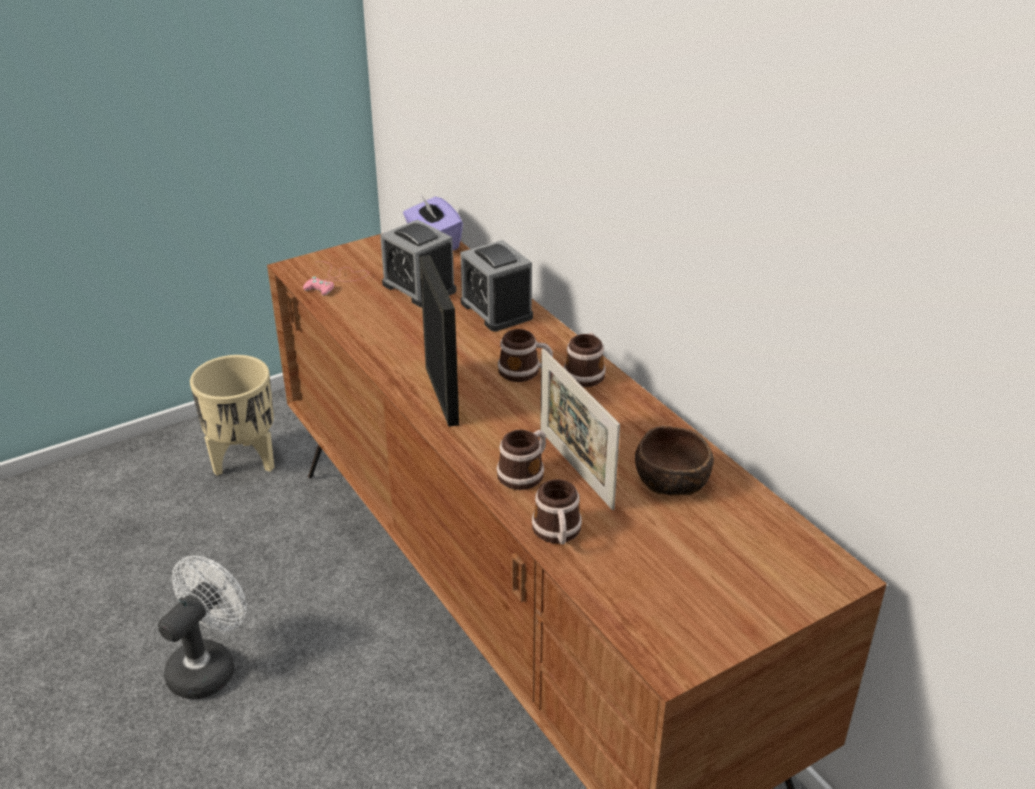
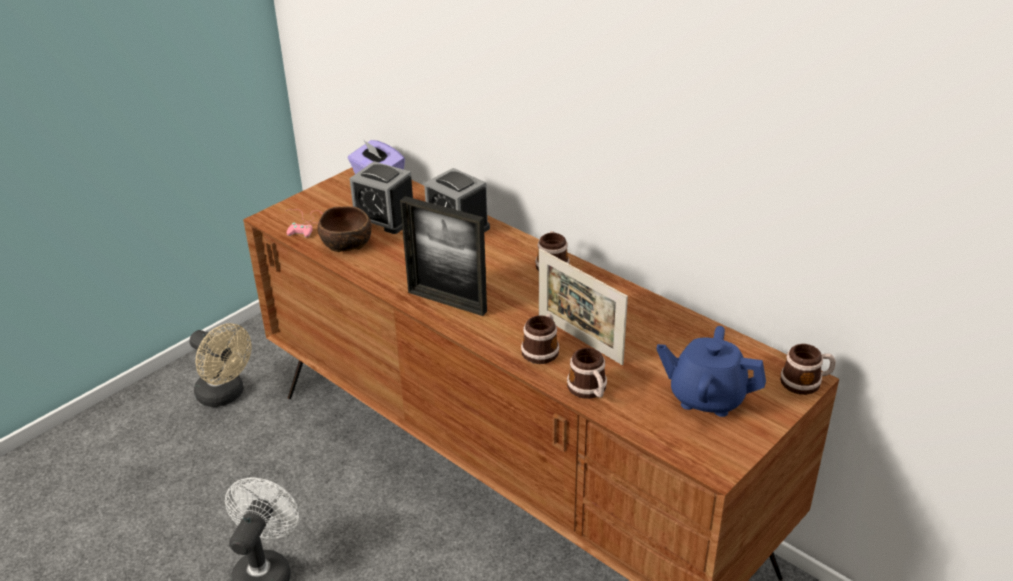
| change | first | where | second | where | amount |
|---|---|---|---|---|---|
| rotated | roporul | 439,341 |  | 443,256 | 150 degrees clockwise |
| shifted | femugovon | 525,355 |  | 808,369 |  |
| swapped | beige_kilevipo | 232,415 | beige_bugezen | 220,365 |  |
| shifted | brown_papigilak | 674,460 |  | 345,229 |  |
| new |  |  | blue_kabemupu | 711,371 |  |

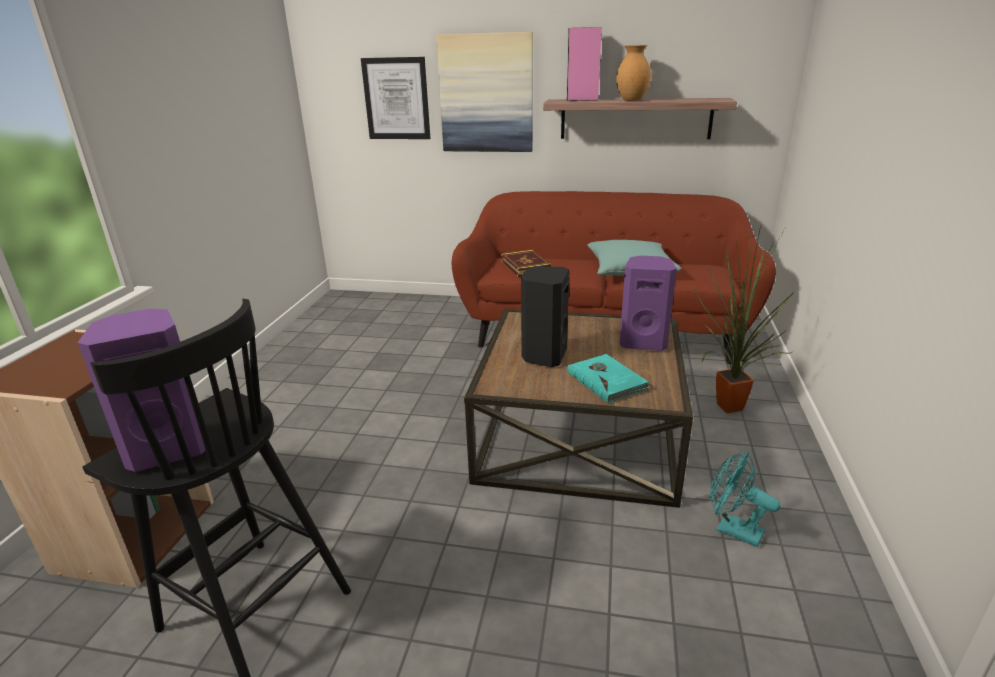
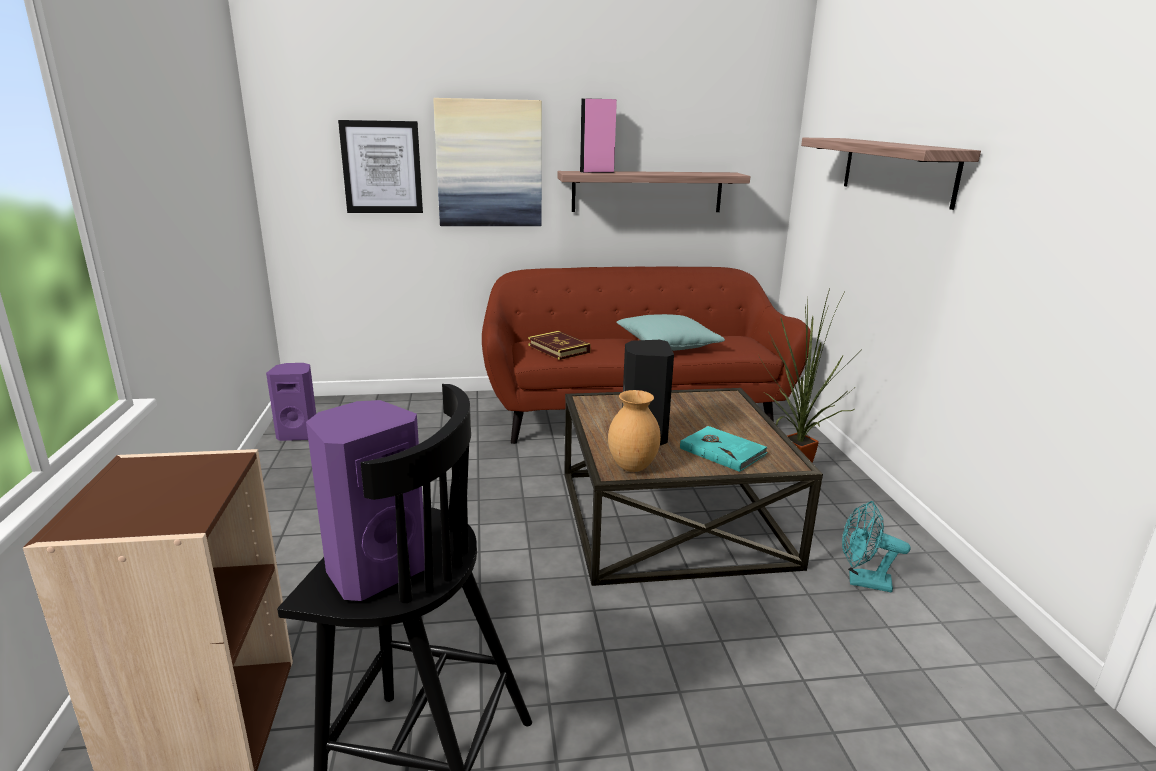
| change | first | where | second | where | amount |
|---|---|---|---|---|---|
| shifted | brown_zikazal | 633,73 |  | 634,431 |  |
| shifted | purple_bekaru | 648,303 |  | 291,402 |  |
| new |  |  | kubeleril | 891,174 |  |

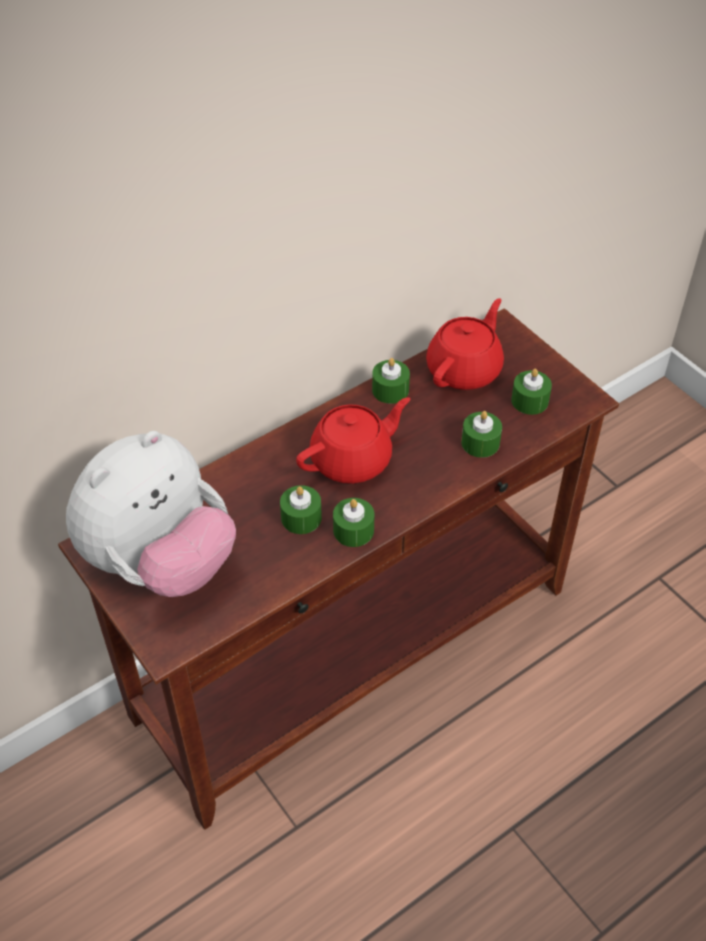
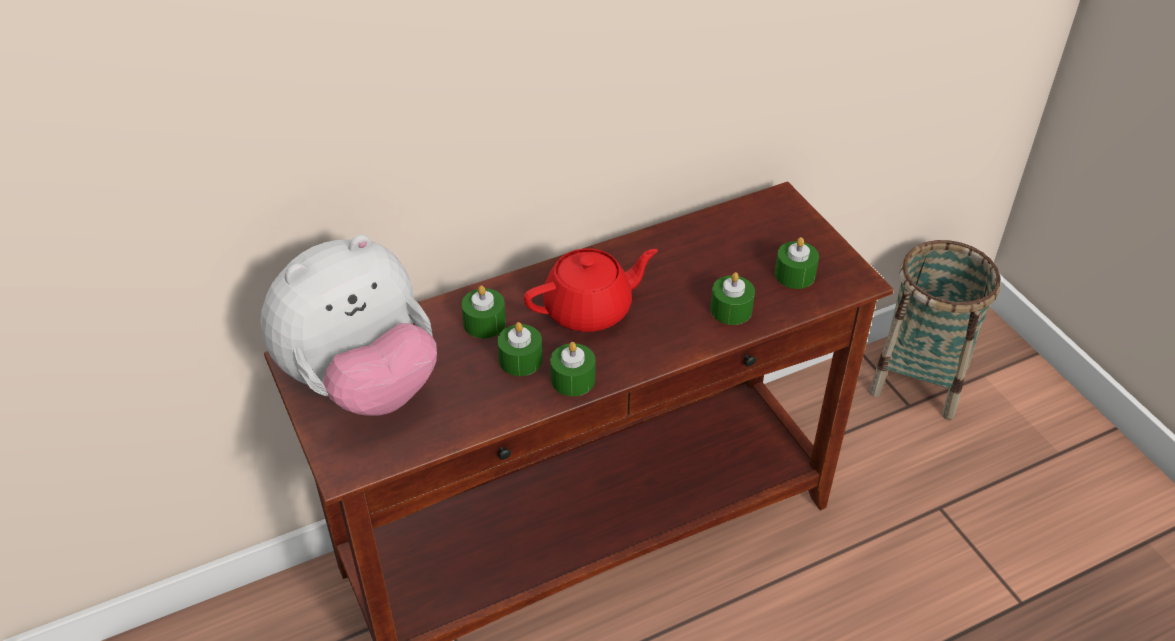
| change | first | where | second | where | amount |
|---|---|---|---|---|---|
| gone | red_kabemupu | 465,344 |  |  |  |
| shifted | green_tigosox | 391,381 |  | 483,311 |  |
| new |  |  | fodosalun | 935,330 |  |

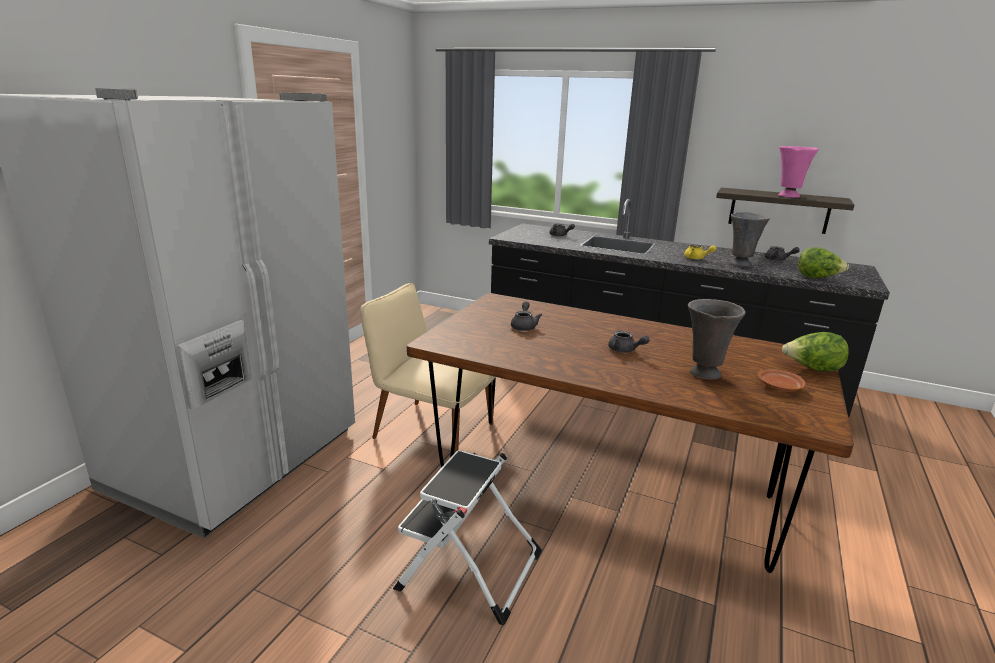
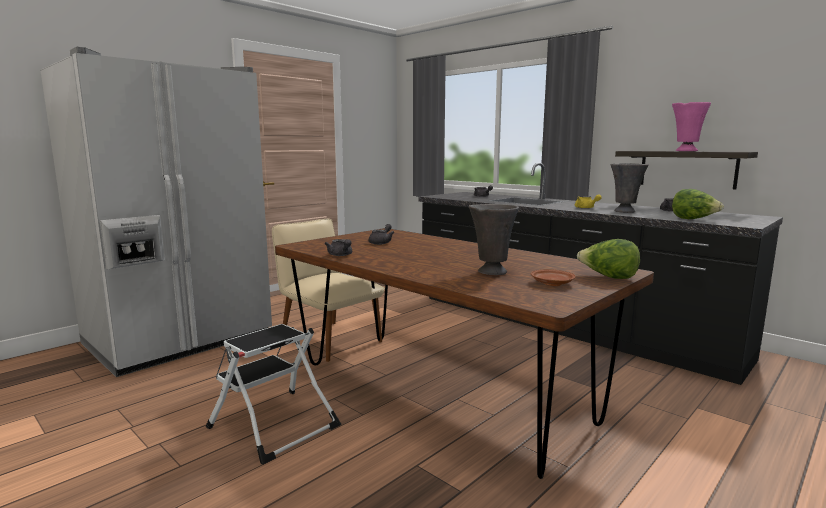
| change | first | where | second | where | amount |
|---|---|---|---|---|---|
| shifted | grey_kabemupu | 629,342 |  | 338,247 |  |

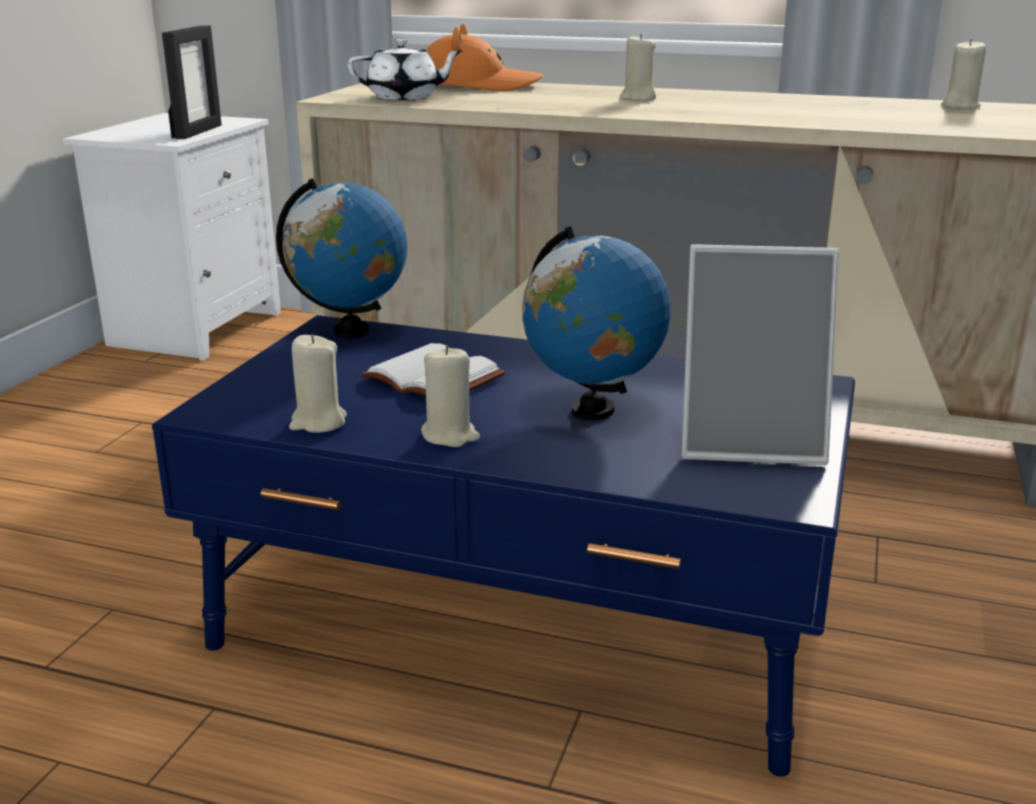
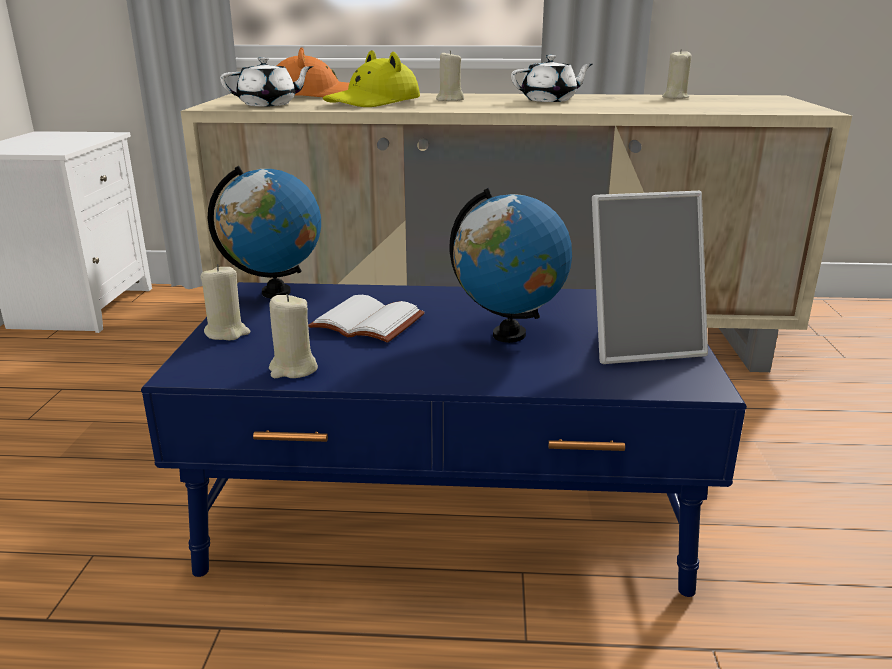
| change | first | where | second | where | amount |
|---|---|---|---|---|---|
| gone | roporul | 192,82 |  |  |  |
| shifted | beige_tigosox | 450,396 |  | 225,302 |  |
| new |  |  | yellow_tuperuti | 371,78 |  |
| new |  |  | white_kabemupu | 552,78 |  |

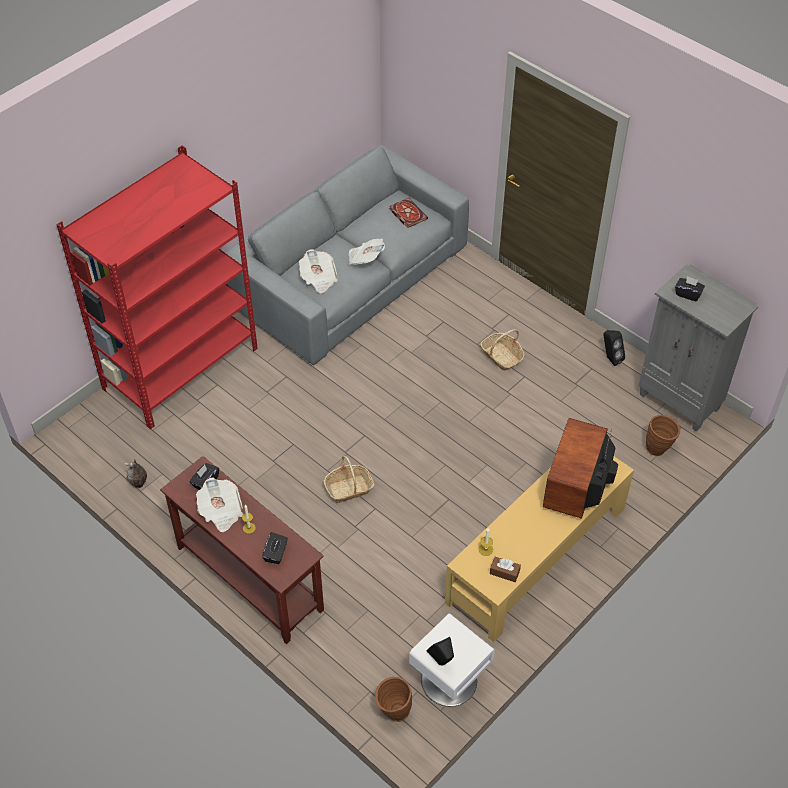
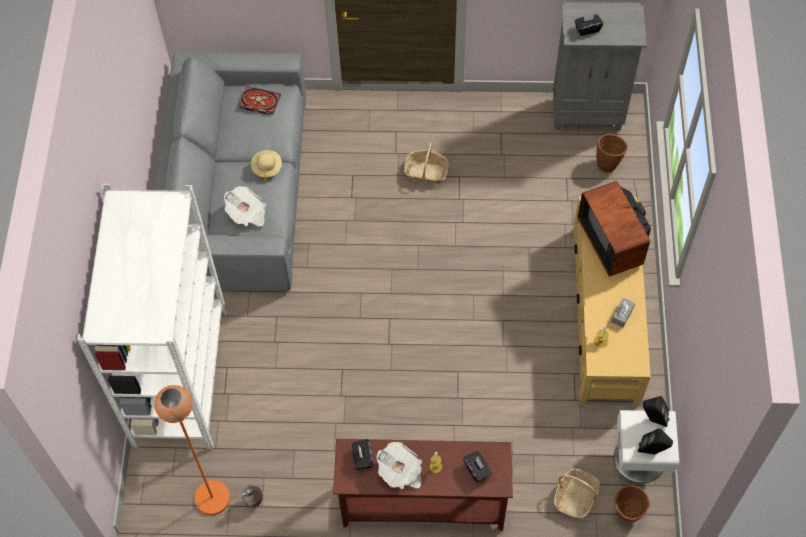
| change | first | where | second | where | amount |
|---|---|---|---|---|---|
| repainted | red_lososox | 157,287 | white_lososox | 152,316 |  |
| swapped | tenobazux | 367,252 | beige_tuperuti | 266,165 |  |
| shifted | black_bekaru | 614,348 |  | 656,411 |  |
| shifted | fodosalun | 349,479 |  | 577,493 |  |
| gone | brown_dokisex | 505,569 |  |  |  |
| new |  |  | grey_dokisex | 623,312 |  |
| new |  |  | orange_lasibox | 192,450 |  |

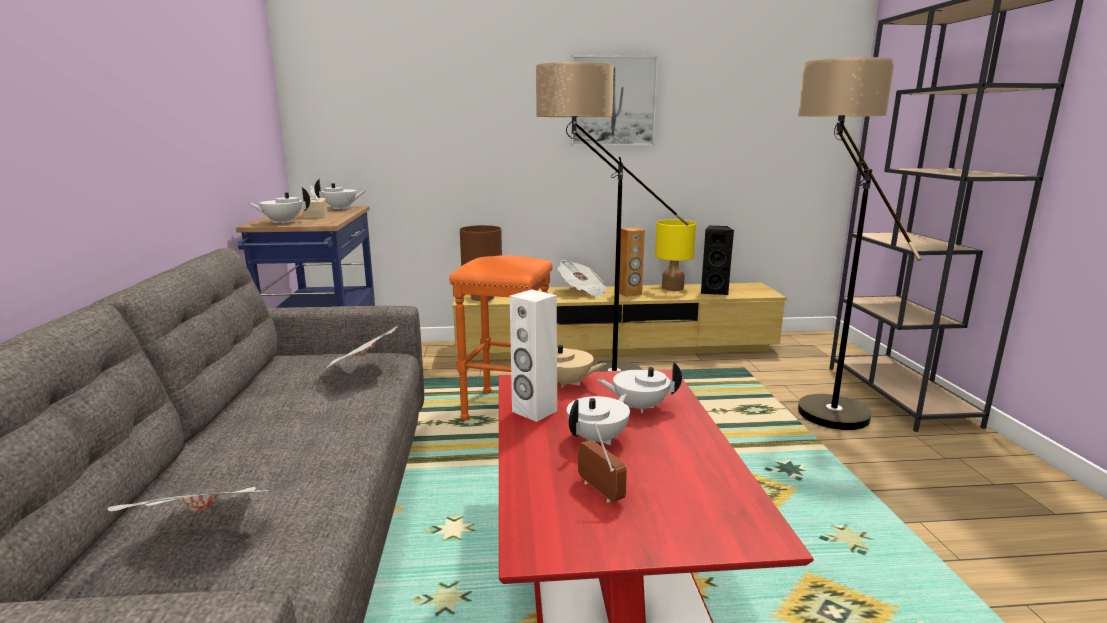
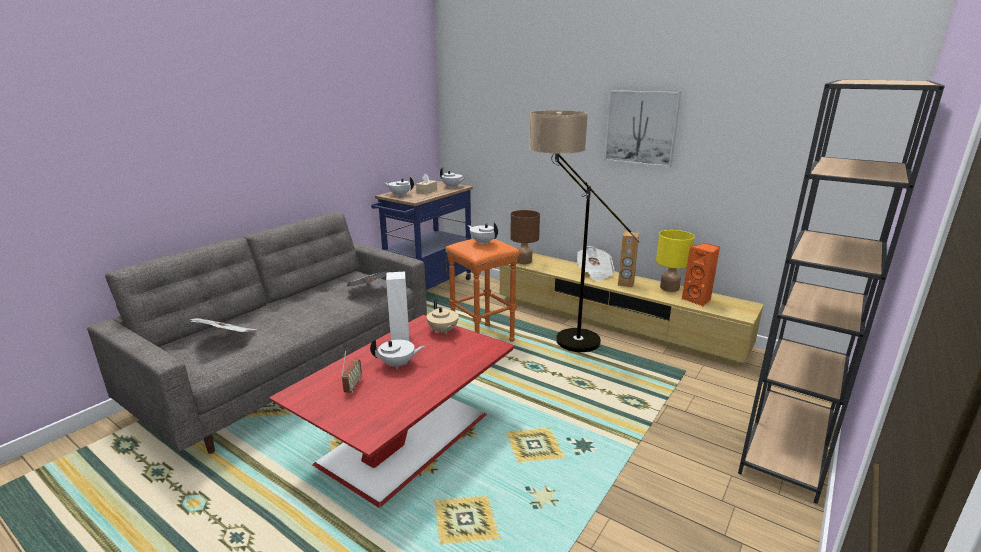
| change | first | where | second | where | amount |
|---|---|---|---|---|---|
| gone | lasibox | 859,243 |  |  |  |
| repainted | black_bekaru | 717,260 | orange_bekaru | 701,275 |  |
| shifted | white_kabemupu | 639,387 |  | 483,233 |  |

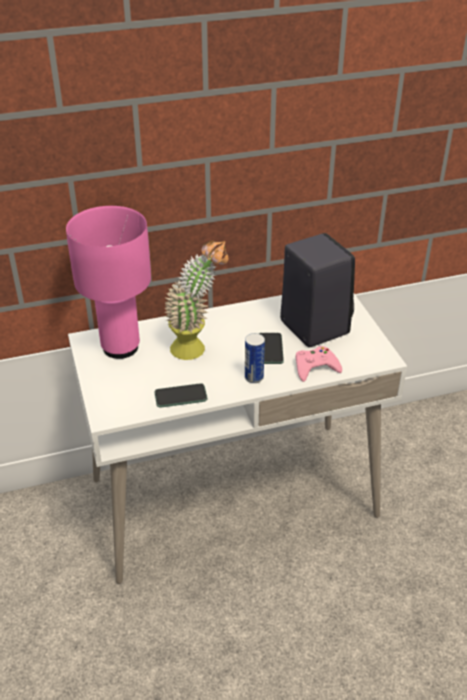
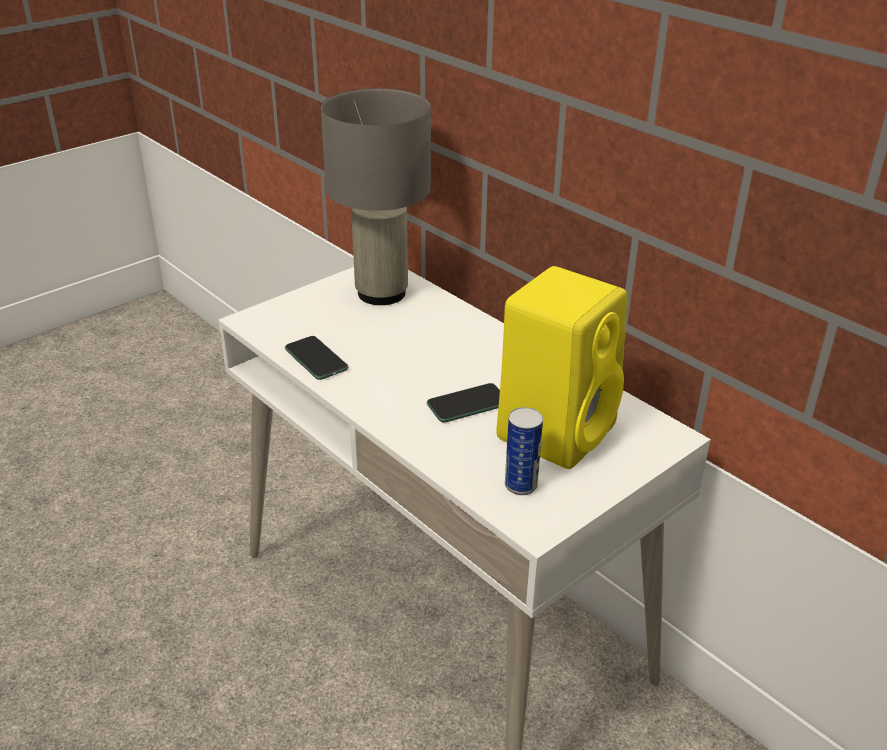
| change | first | where | second | where | amount |
|---|---|---|---|---|---|
| repainted | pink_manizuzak | 108,282 | grey_manizuzak | 376,196 |  |
| repainted | black_bekaru | 317,290 | yellow_bekaru | 561,367 |  |
| gone | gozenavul | 196,300 |  |  |  |
| shifted | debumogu | 255,358 |  | 524,451 |  |
| gone | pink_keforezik | 319,364 |  |  |  |

